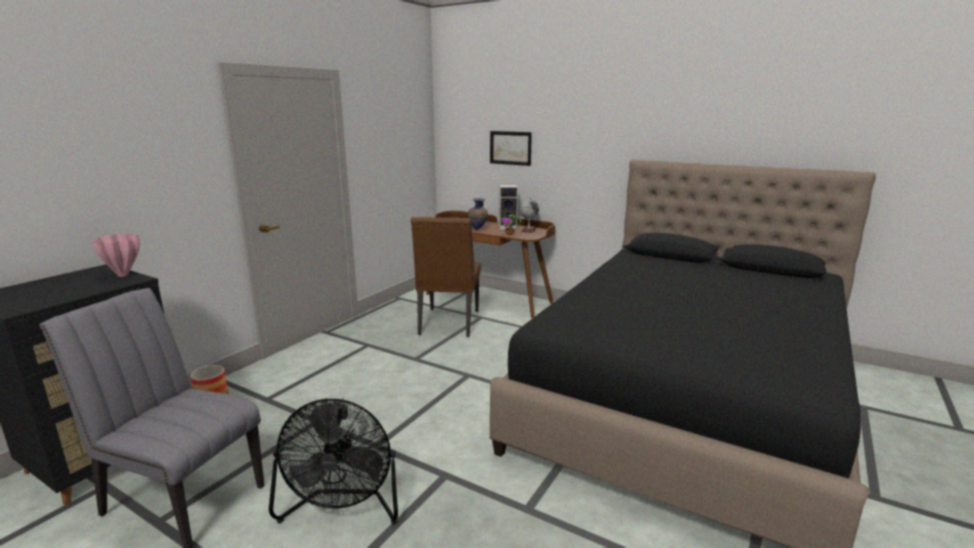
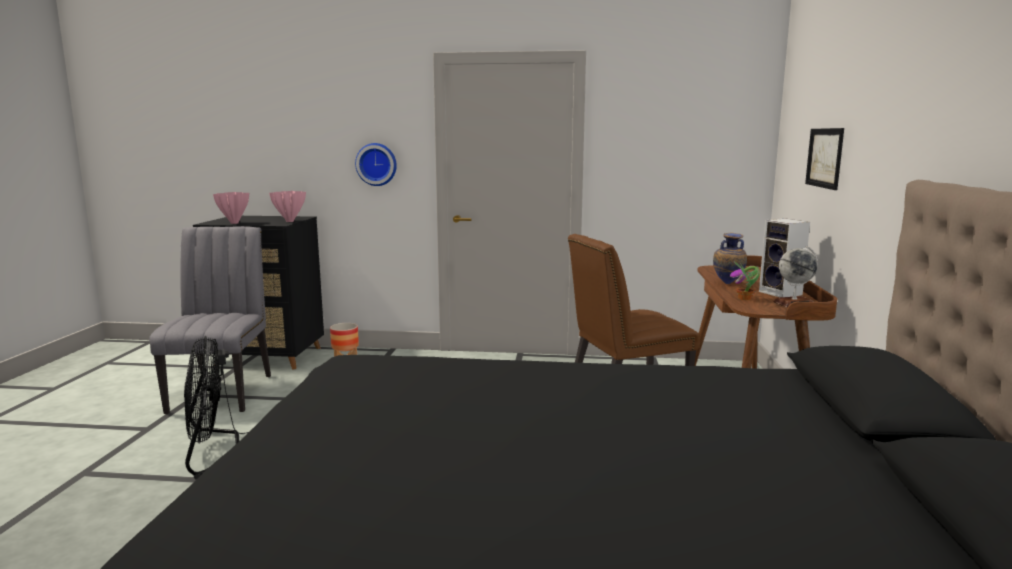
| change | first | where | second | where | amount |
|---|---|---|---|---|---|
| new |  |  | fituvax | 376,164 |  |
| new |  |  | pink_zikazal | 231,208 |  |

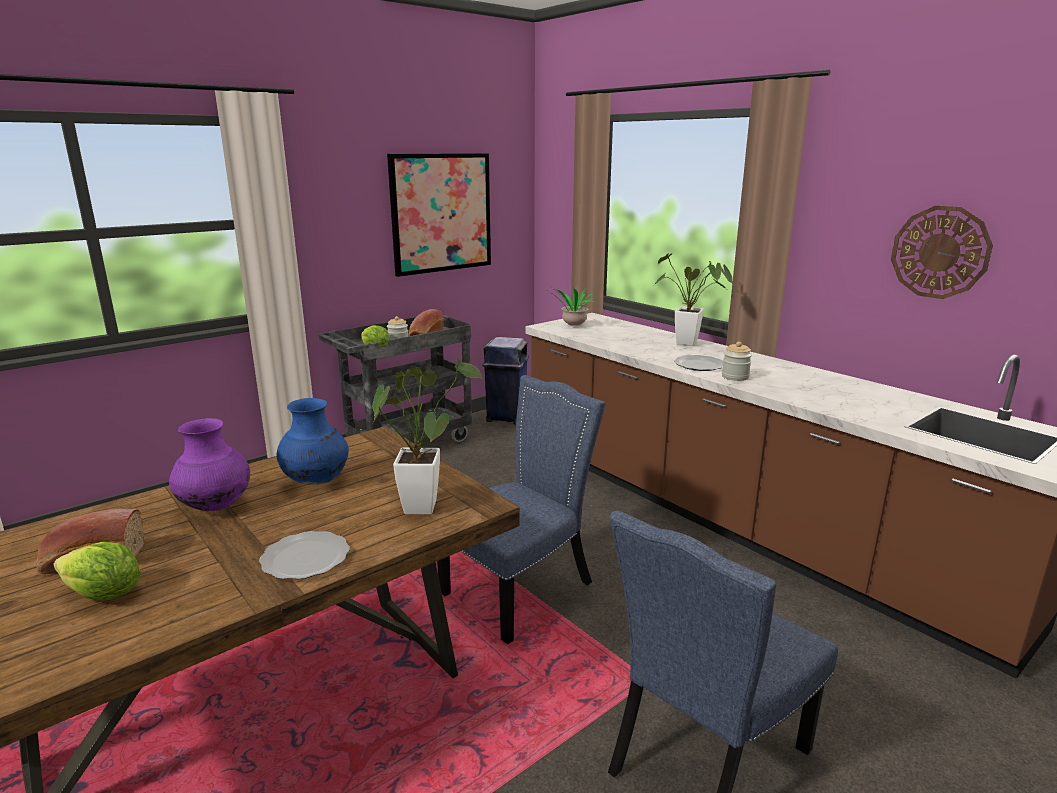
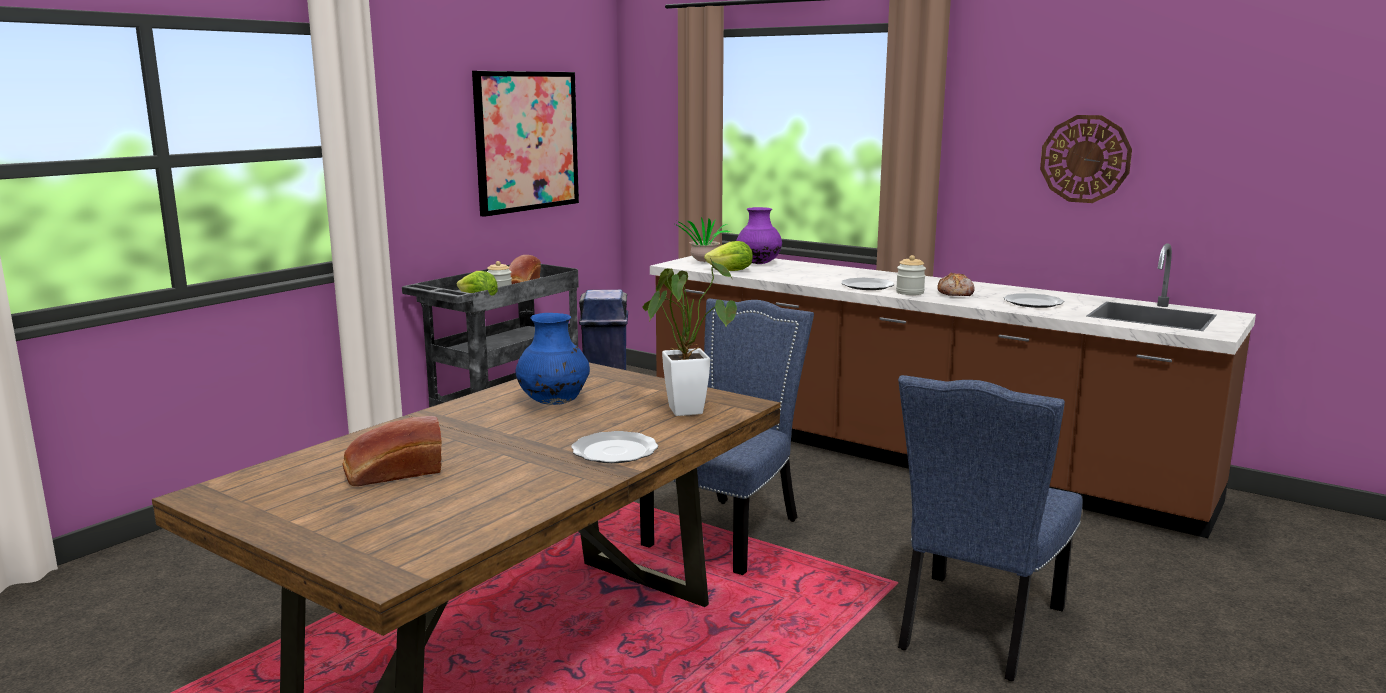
| change | first | where | second | where | amount |
|---|---|---|---|---|---|
| gone | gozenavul | 693,299 |  |  |  |
| shifted | purple_zikazal | 209,464 |  | 759,235 |  |
| shifted | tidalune | 97,571 |  | 728,256 |  |
| new |  |  | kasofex | 955,284 |  |
| new |  |  | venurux | 1034,300 |  |

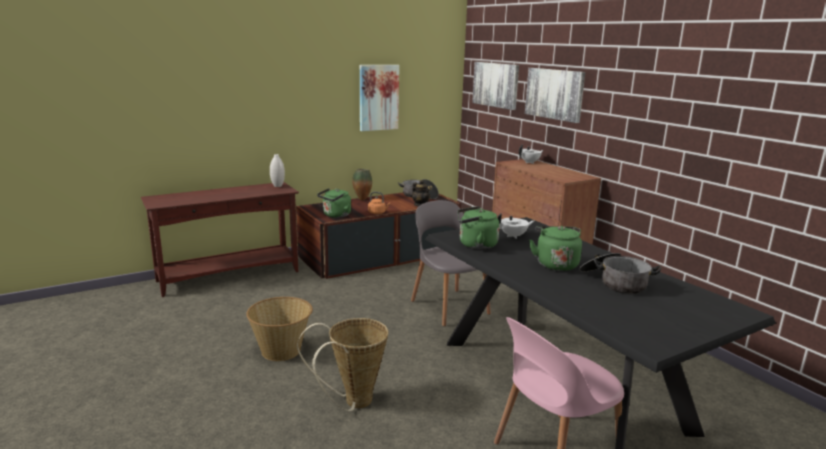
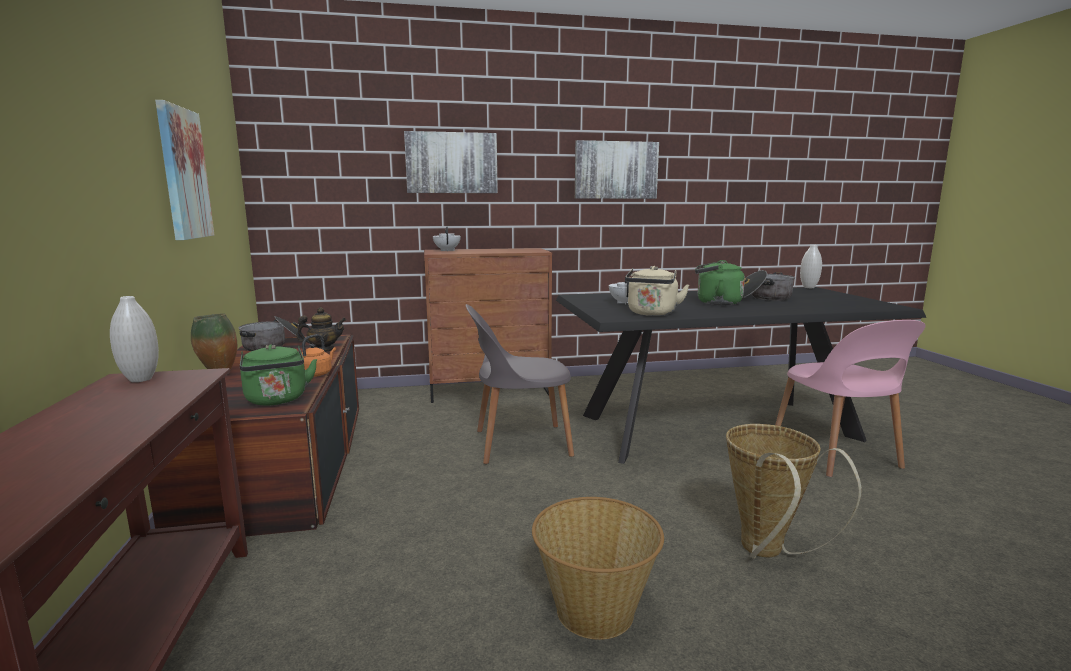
| change | first | where | second | where | amount |
|---|---|---|---|---|---|
| shifted | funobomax | 495,86 |  | 617,169 |  |
| repainted | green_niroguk | 479,227 | beige_niroguk | 657,291 |  |
| new |  |  | white_zikazal | 811,266 |  |

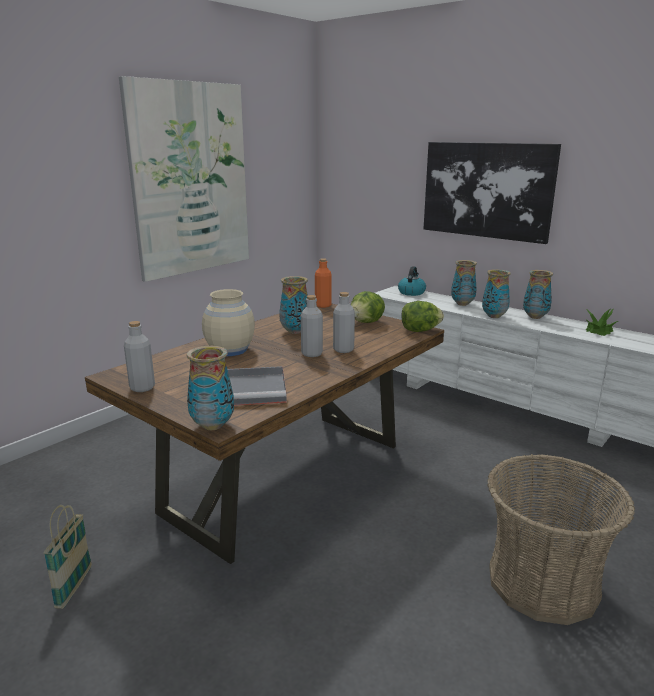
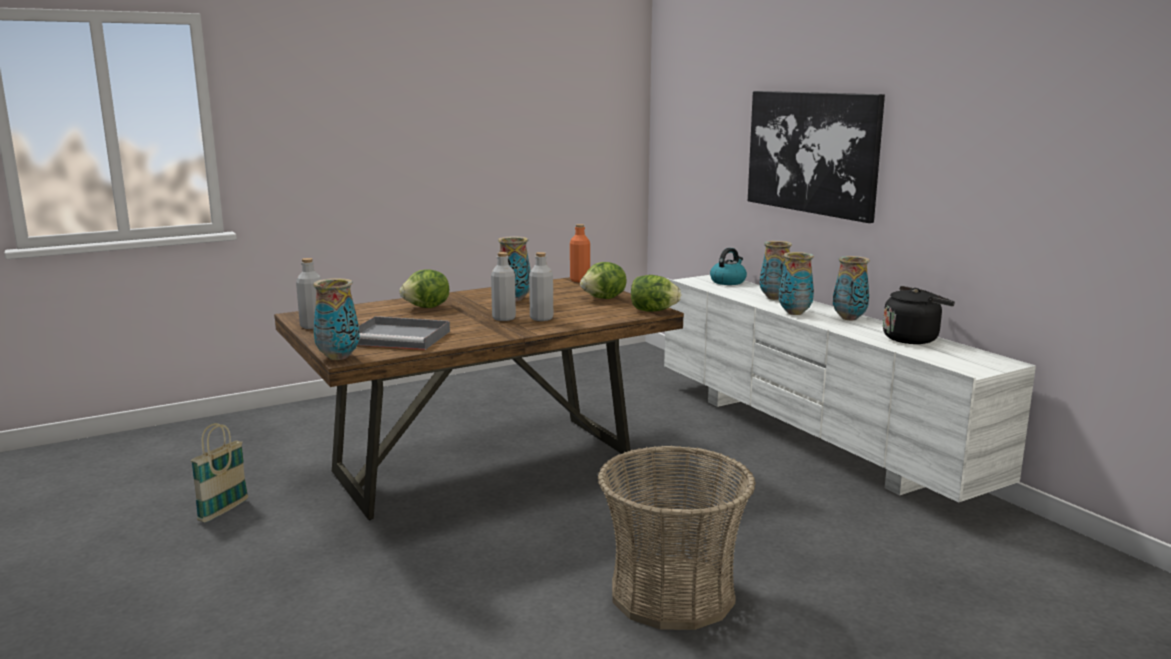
| change | first | where | second | where | amount |
|---|---|---|---|---|---|
| gone | funobomax | 184,179 |  |  |  |
| swapped | beige_zikazal | 228,322 | tidalune | 424,288 |  |
| swapped | gozenavul | 601,322 | black_niroguk | 919,315 |  |

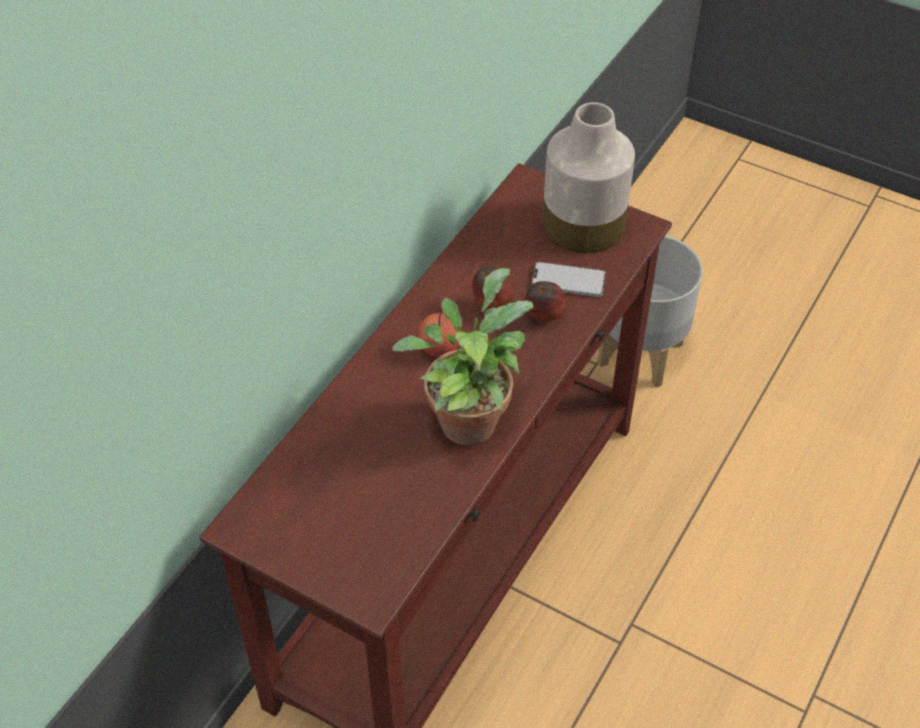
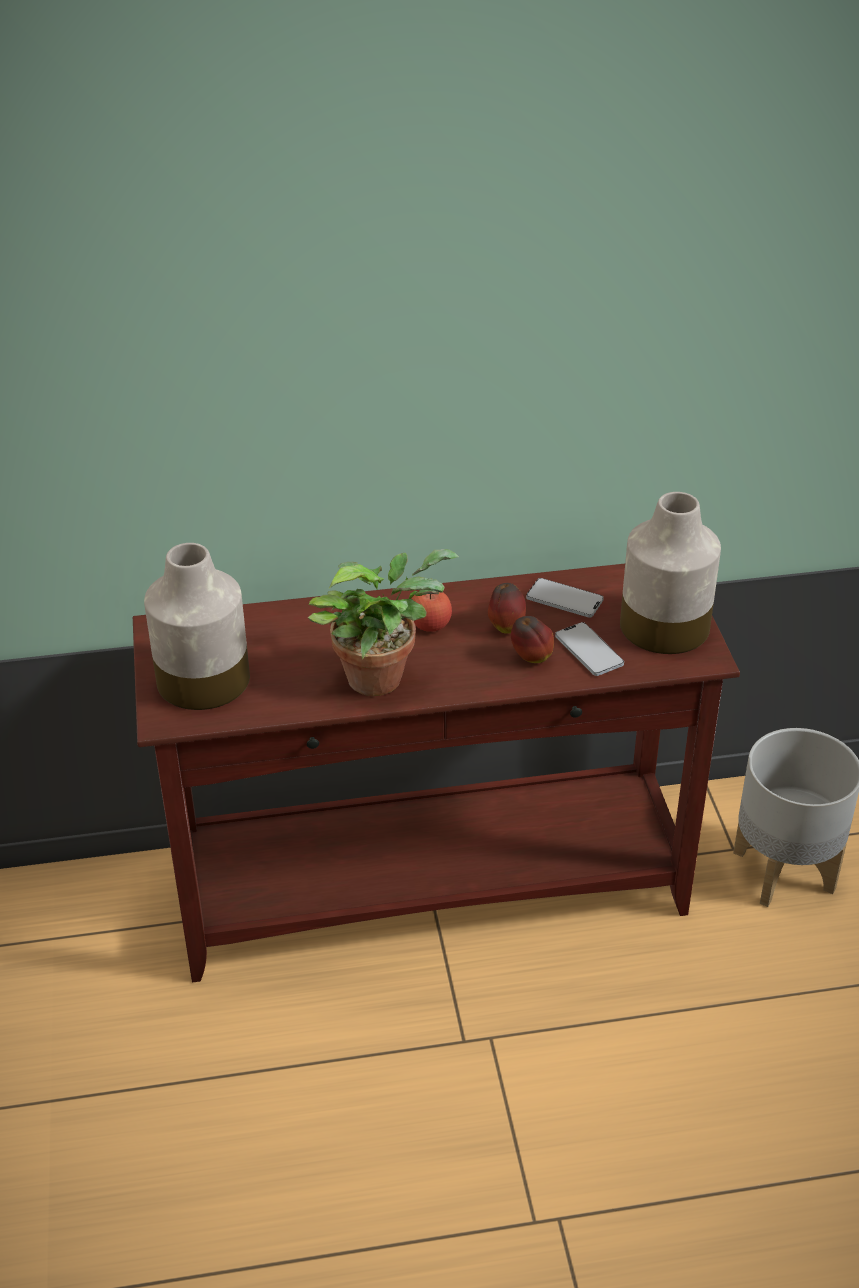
| change | first | where | second | where | amount |
|---|---|---|---|---|---|
| new |  |  | beige_zikazal | 197,626 |  |
| new |  |  | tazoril | 565,598 |  |

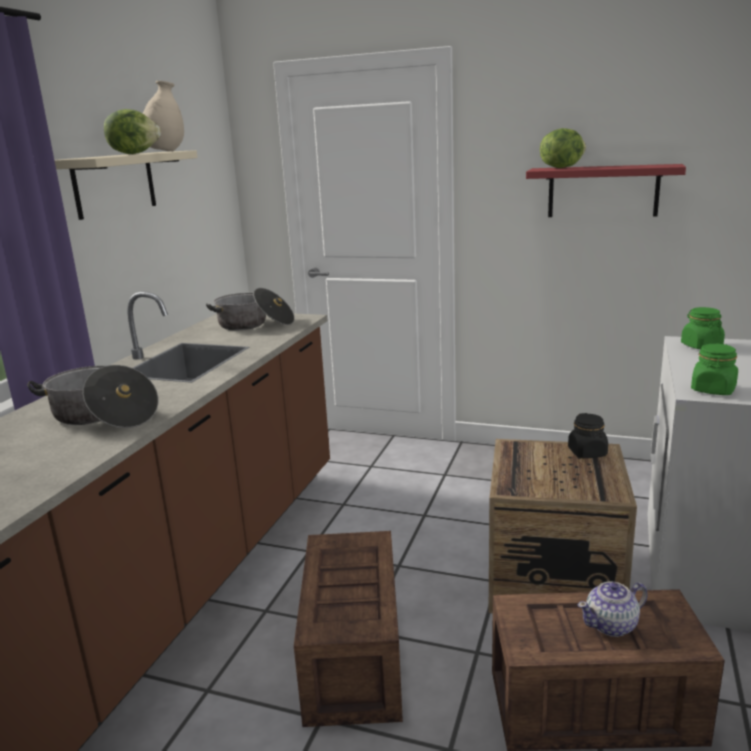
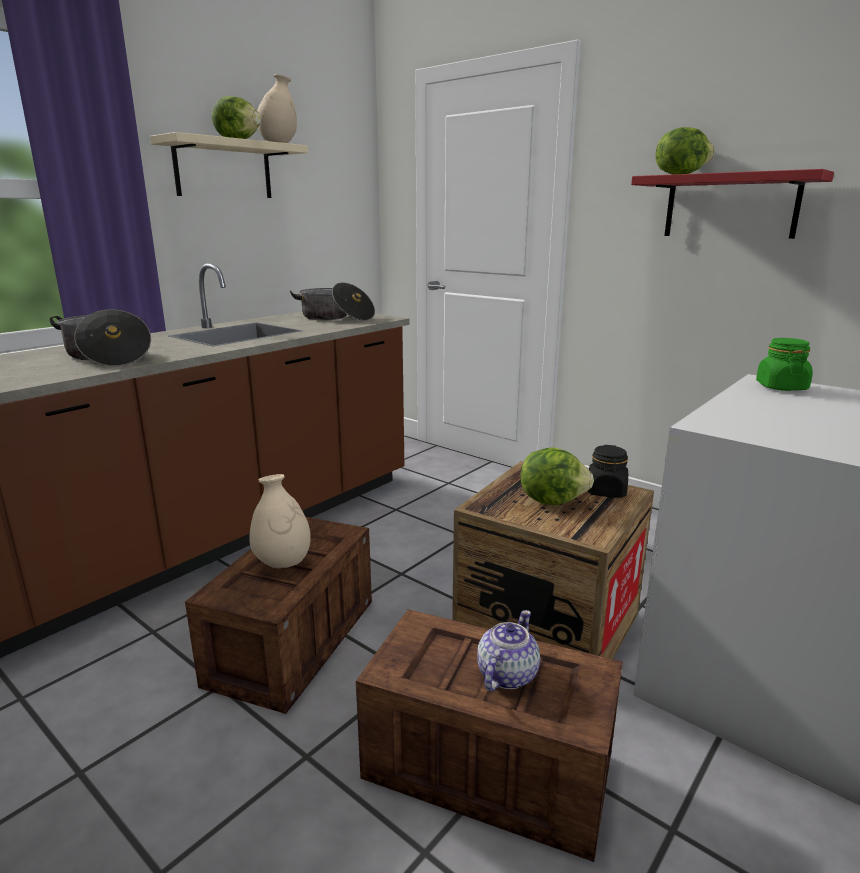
| change | first | where | second | where | amount |
|---|---|---|---|---|---|
| gone | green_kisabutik | 714,369 |  |  |  |
| rotated | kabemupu | 613,609 |  | 508,651 | 120 degrees clockwise |
| new |  |  | tidalune | 557,476 |  |
| new |  |  | beige_zikazal | 280,521 |  |

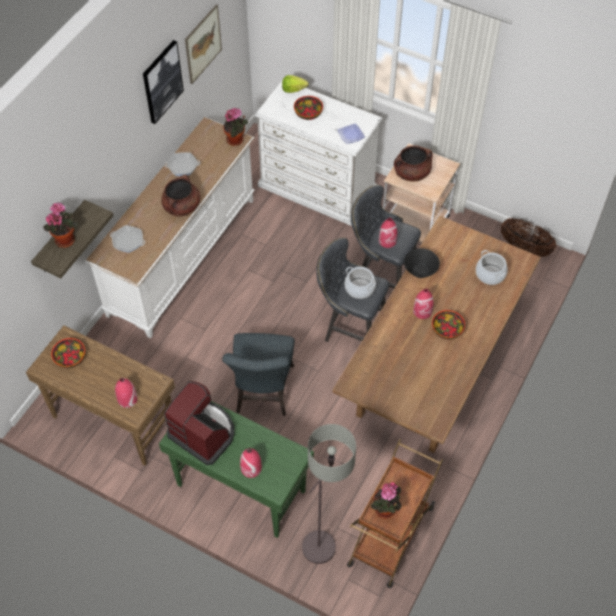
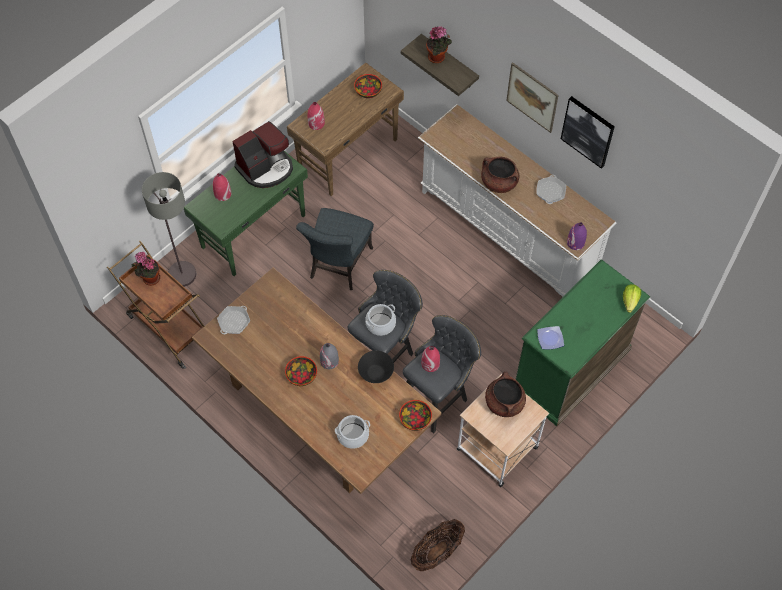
| change | first | where | second | where | amount |
|---|---|---|---|---|---|
| shifted | funobomax | 203,44 |  | 532,97 |  |
| repainted | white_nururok | 318,152 | green_nururok | 583,342 |  |
| shifted | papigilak | 308,108 |  | 415,415 |  |
| swapped | gozenavul | 235,127 | purple_zikazal | 577,236 |  |
| shifted | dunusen | 127,239 |  | 233,320 |  |
| repainted | red_zikazal | 423,304 | grey_zikazal | 329,356 |  |
| rotated | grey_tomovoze | 258,374 |  | 335,249 | 90 degrees counterclockwise |

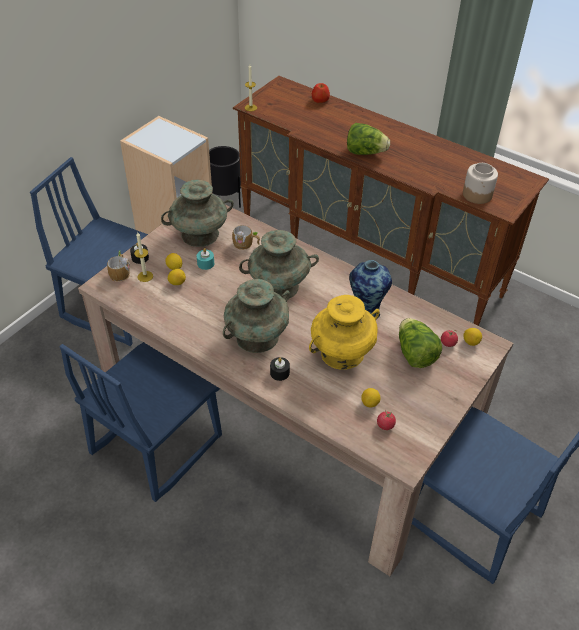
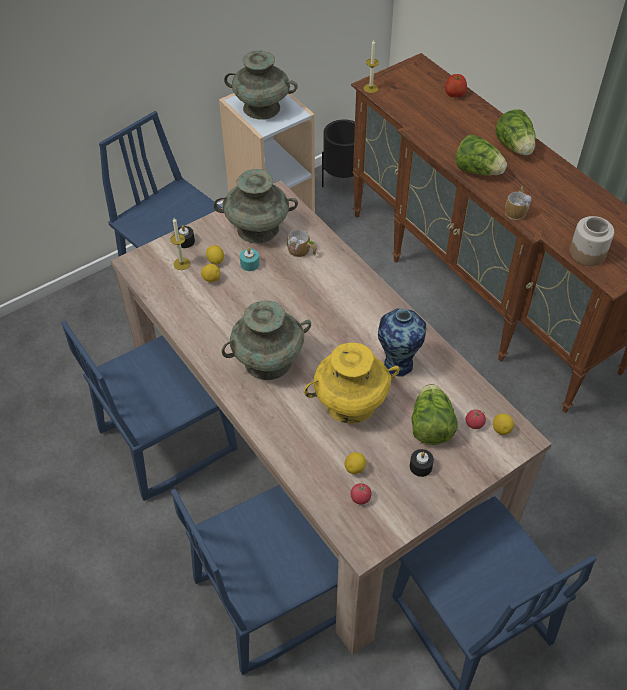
| change | first | where | second | where | amount |
|---|---|---|---|---|---|
| shifted | turquoise_zikazal | 279,264 |  | 261,85 |  |
| shifted | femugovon | 118,266 |  | 518,203 |  |
| shifted | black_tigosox | 280,369 |  | 422,463 |  |
| new |  |  | tidalune | 515,132 |  |
| new |  |  | blue_tomovoze | 254,580 |  |

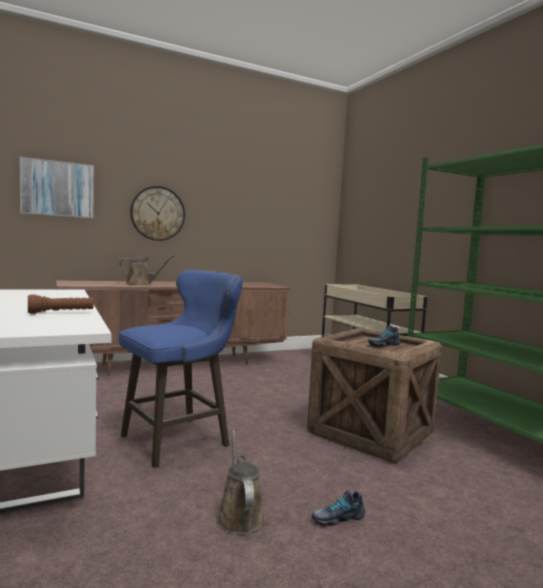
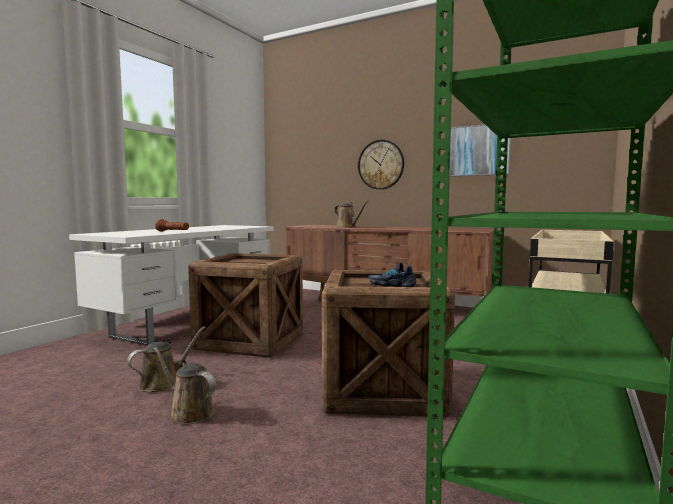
| change | first | where | second | where | amount |
|---|---|---|---|---|---|
| shifted | funobomax | 57,187 |  | 480,150 |  |
| swapped | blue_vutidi | 180,368 | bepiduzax | 245,305 |  |
| swapped | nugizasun | 338,508 | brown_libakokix | 185,385 |  |

